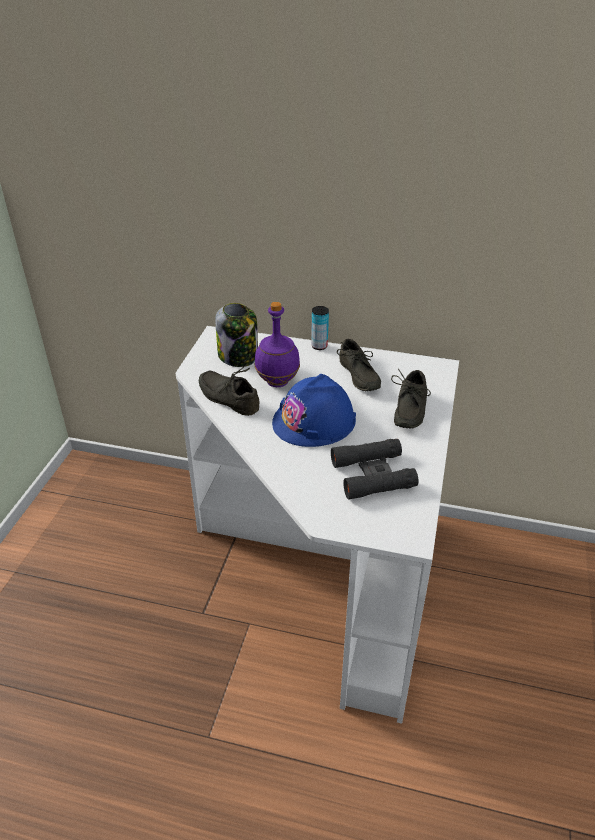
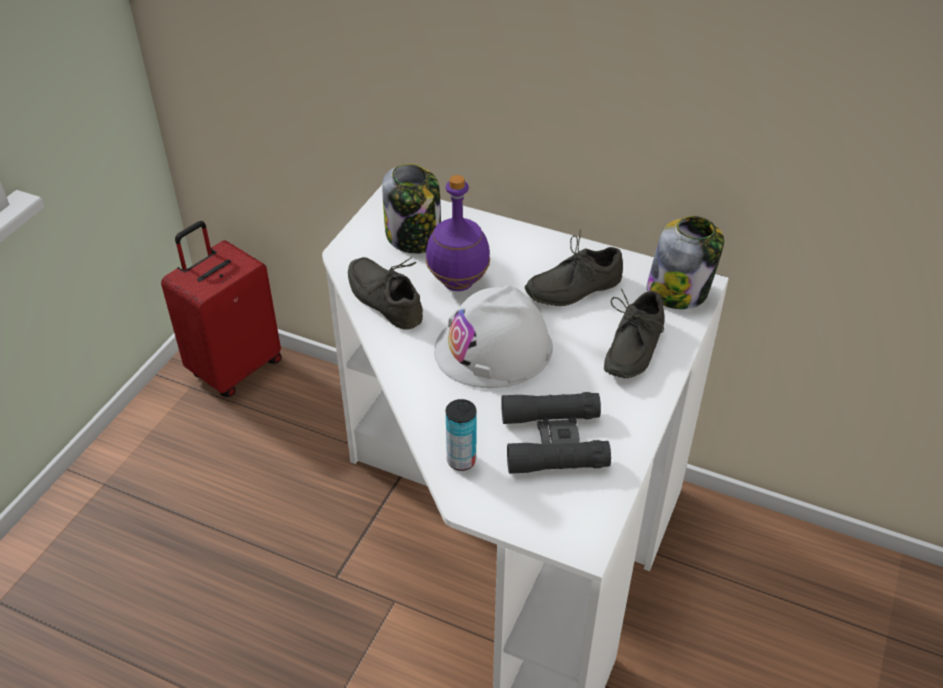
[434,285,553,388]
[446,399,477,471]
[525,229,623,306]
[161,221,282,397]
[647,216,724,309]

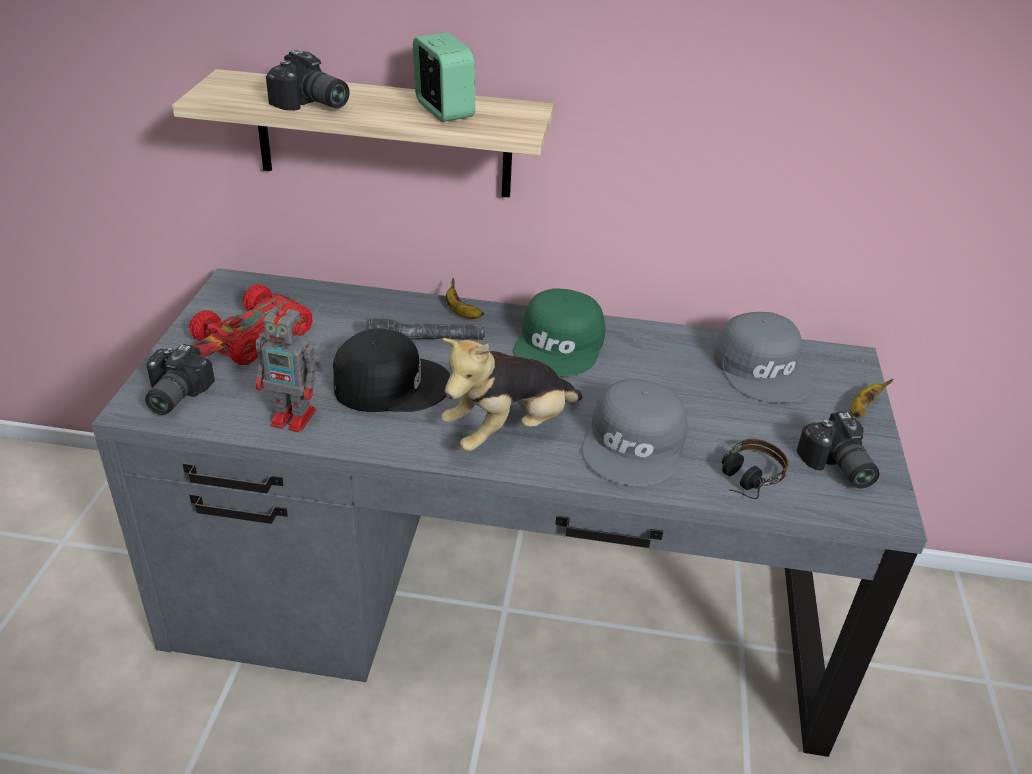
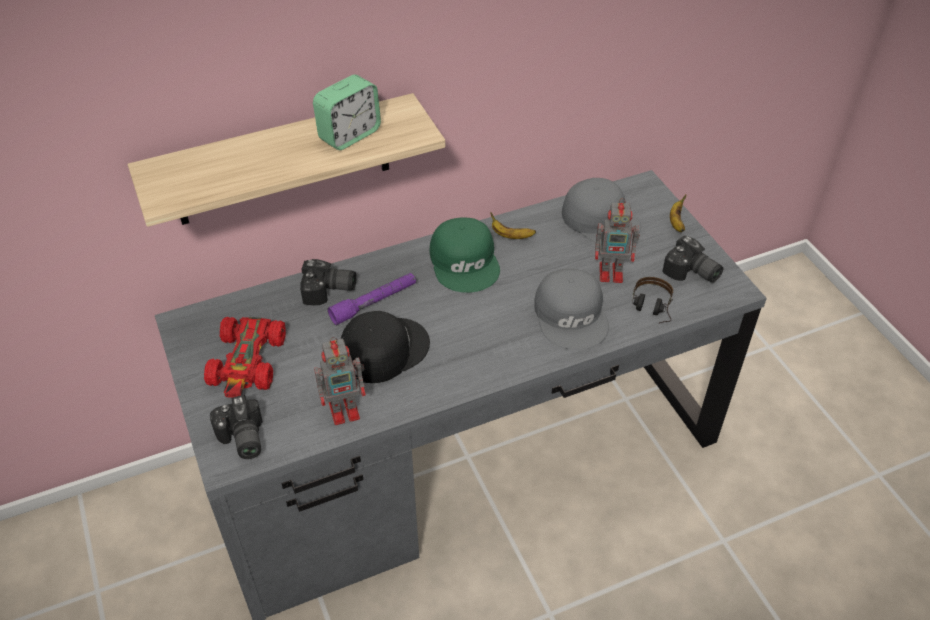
[300,259,356,305]
[328,273,416,325]
[313,75,381,150]
[441,338,582,452] (first image)
[490,212,536,239]
[595,198,640,283]

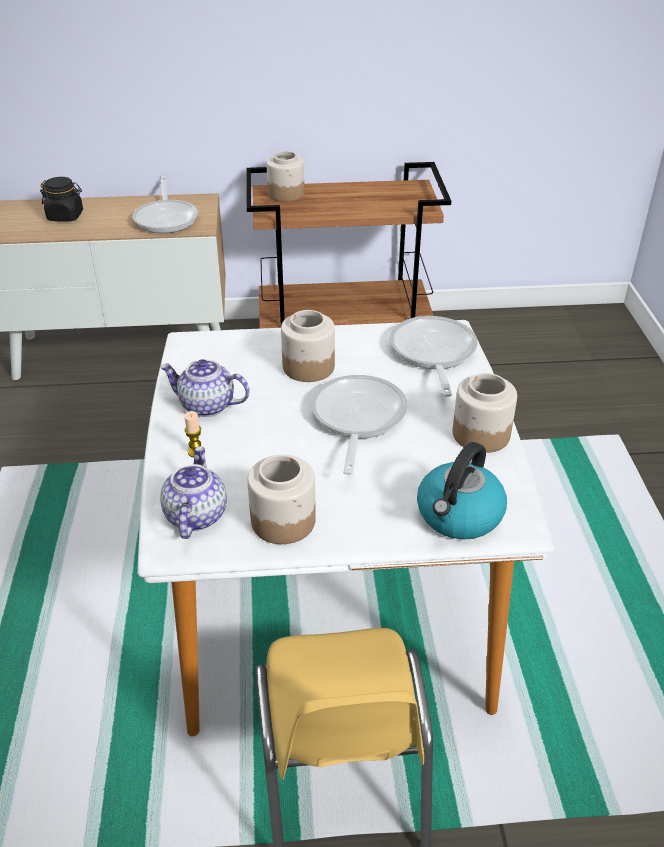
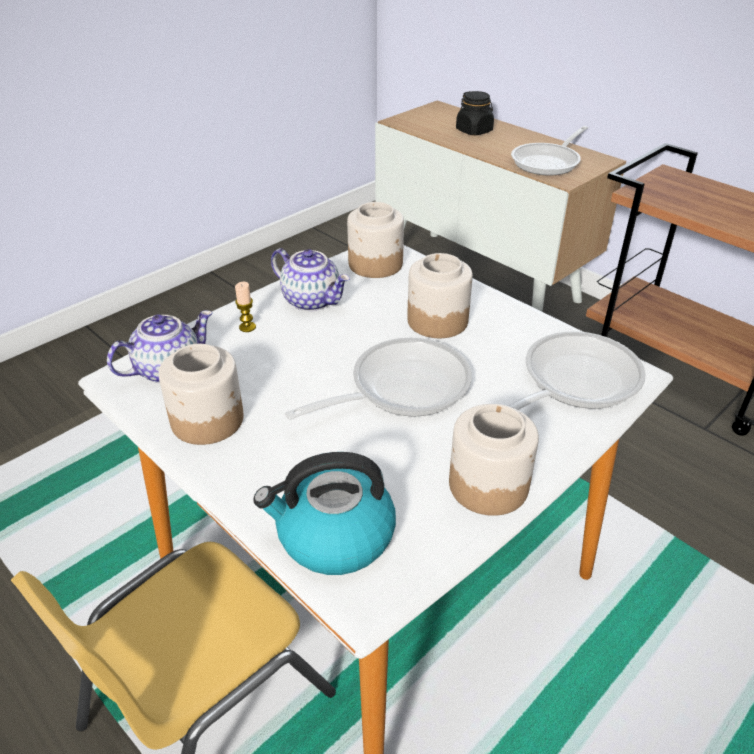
[271,248,350,311]
[347,202,404,278]

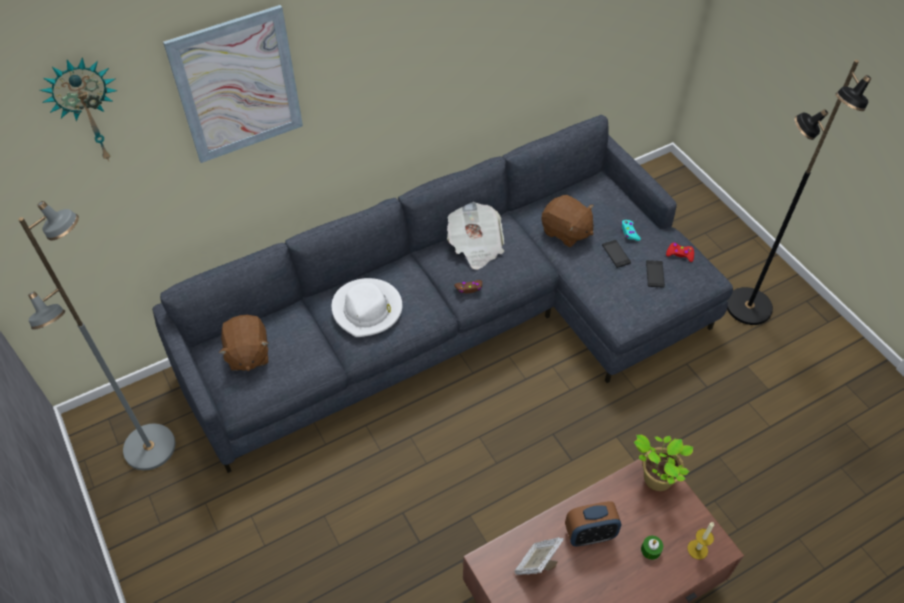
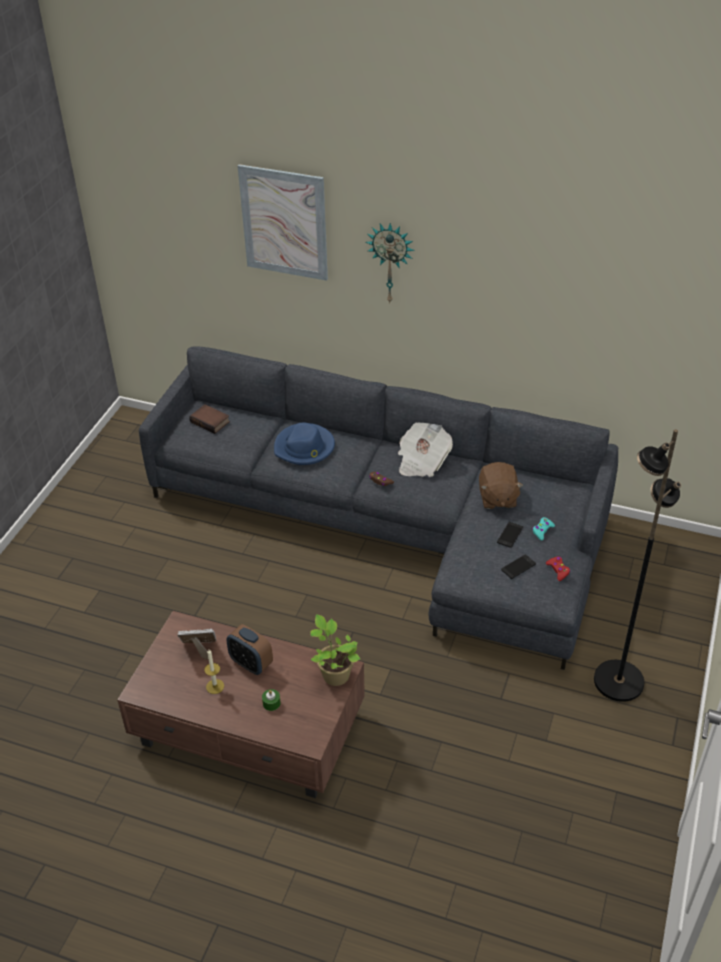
[18,201,175,470] (first image)
[366,223,415,304]
[189,404,230,434]
[274,422,335,465]
[204,650,224,694]

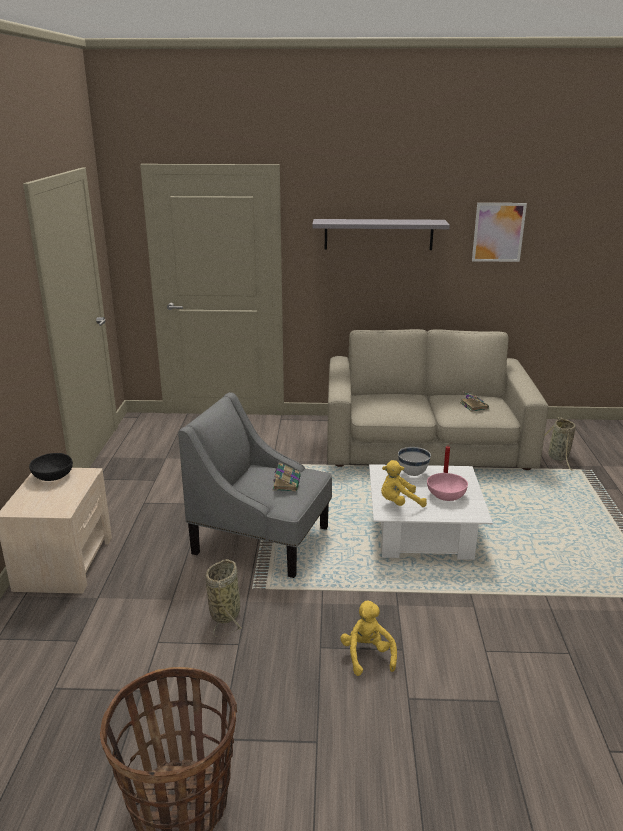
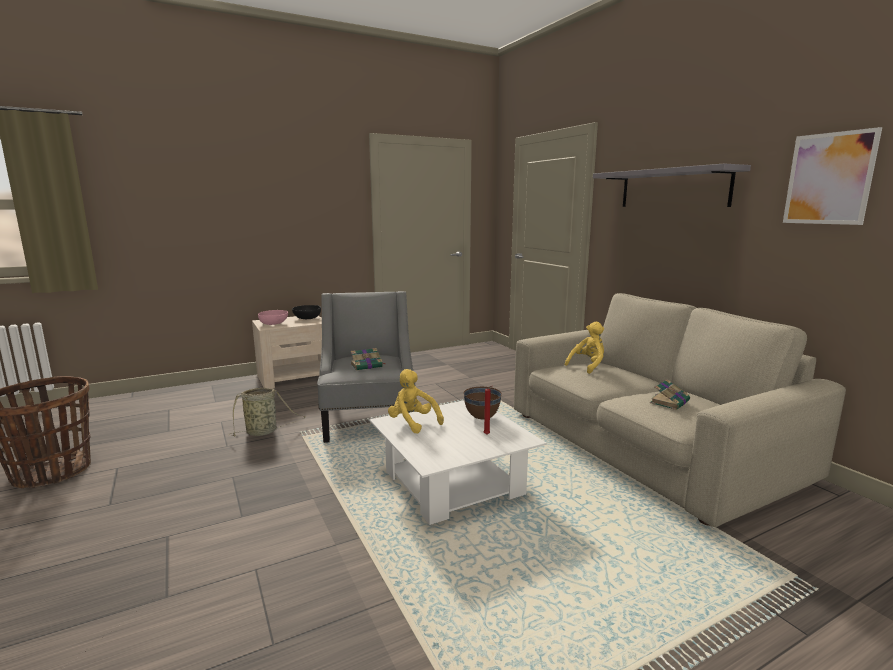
[565,322,604,374]
[464,387,502,419]
[258,310,288,325]
[544,417,576,471] (first image)

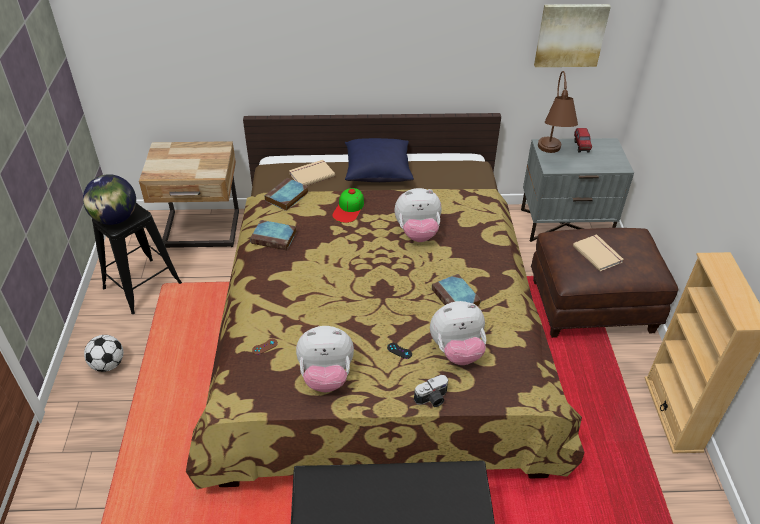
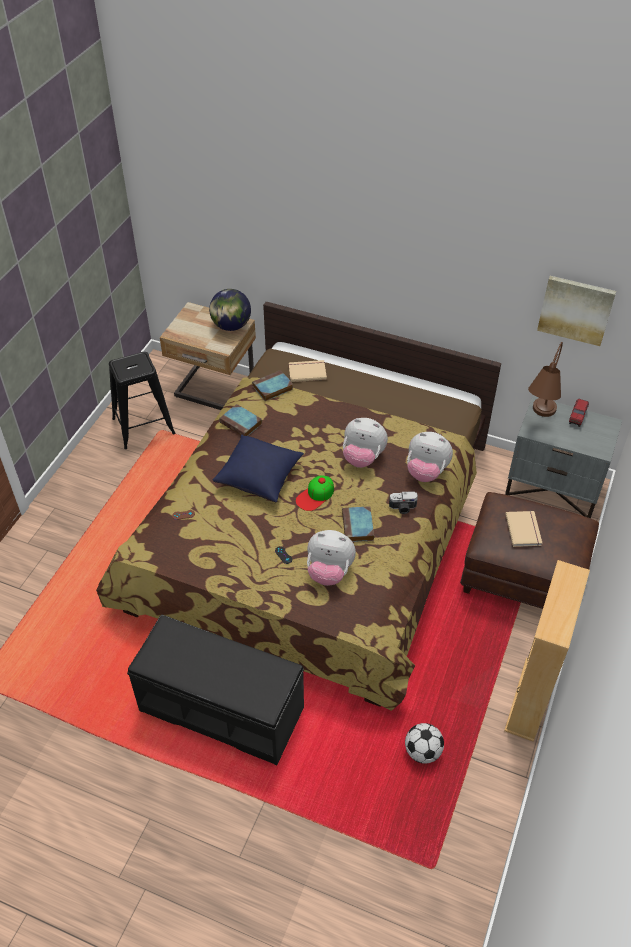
[209,289,251,331]
[405,723,444,764]
[407,432,453,482]
[296,475,334,511]
[212,435,304,502]
[389,491,418,514]

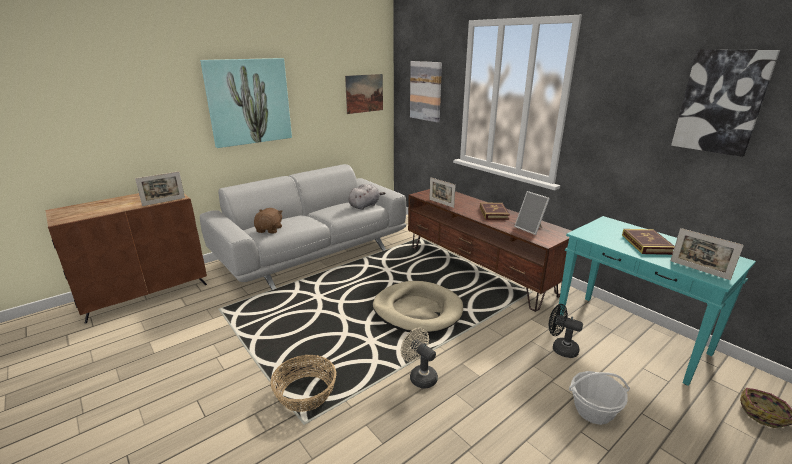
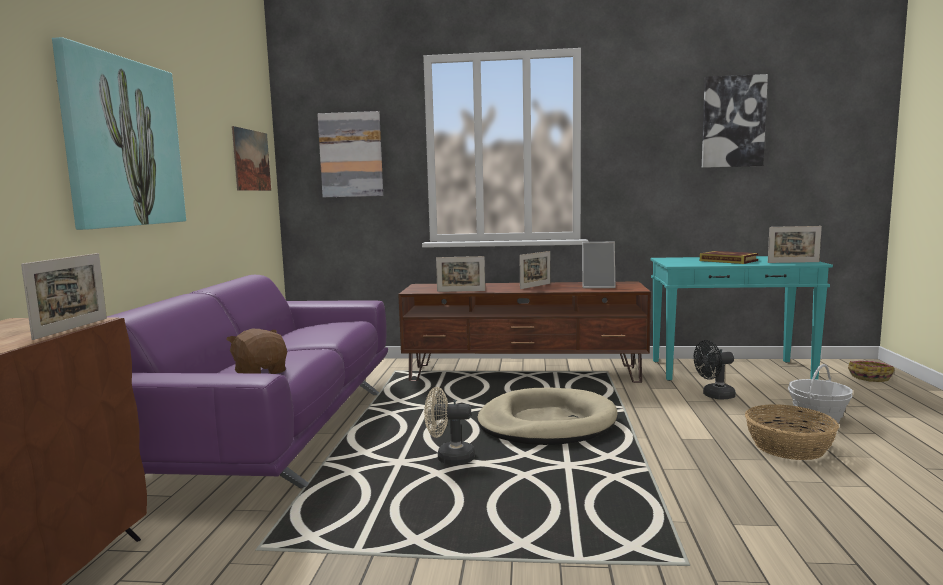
[107,275,388,489]
[745,405,839,460]
[348,184,386,210] (first image)
[424,387,475,465]
[519,251,550,289]

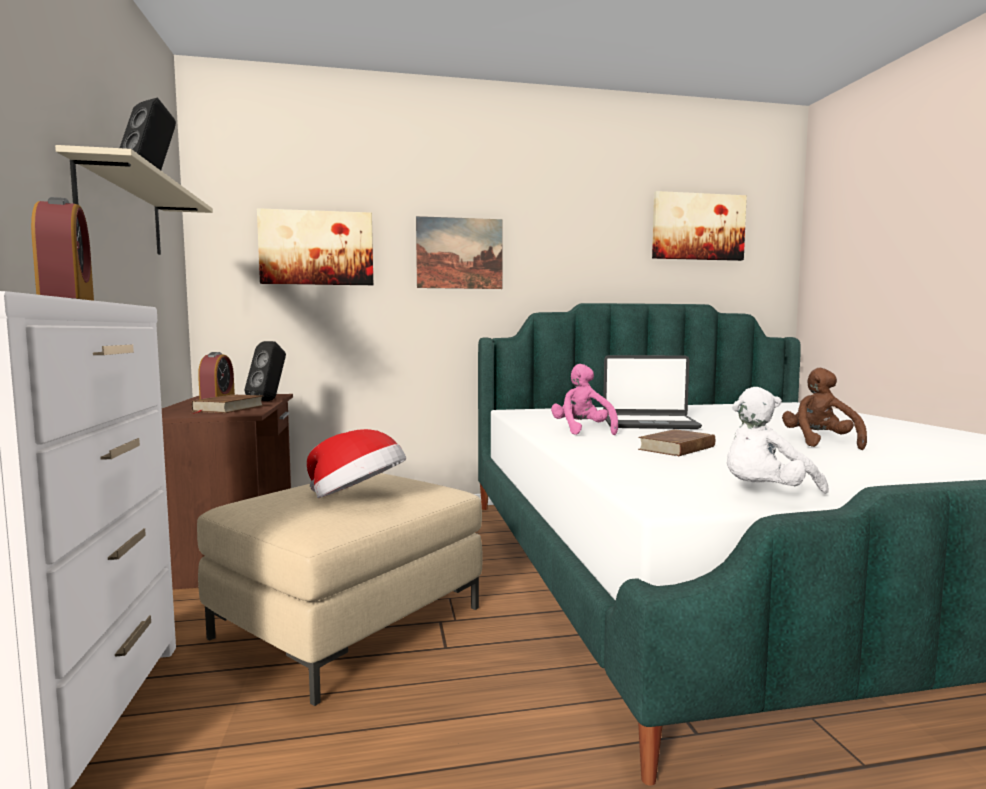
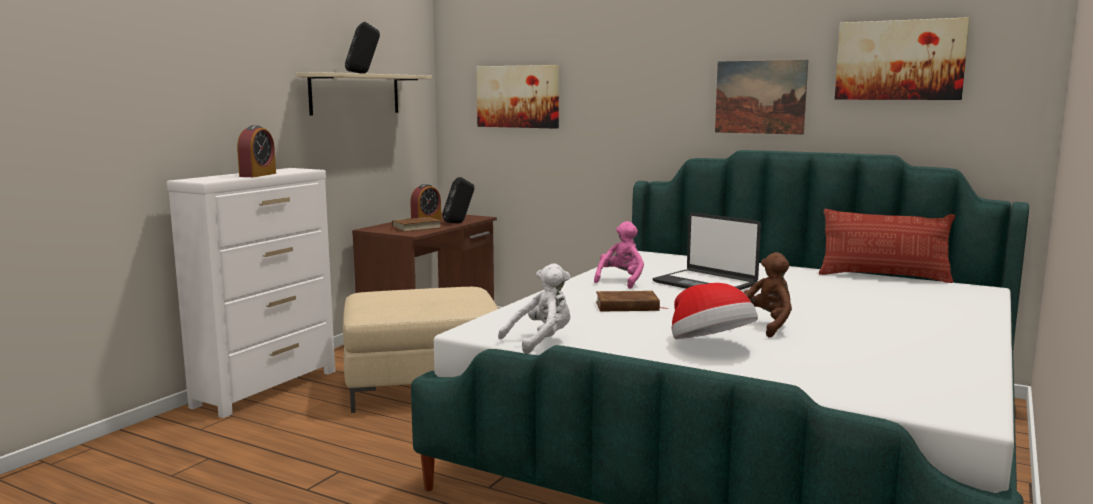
[671,283,758,339]
[715,60,808,135]
[498,263,571,354]
[819,209,955,283]

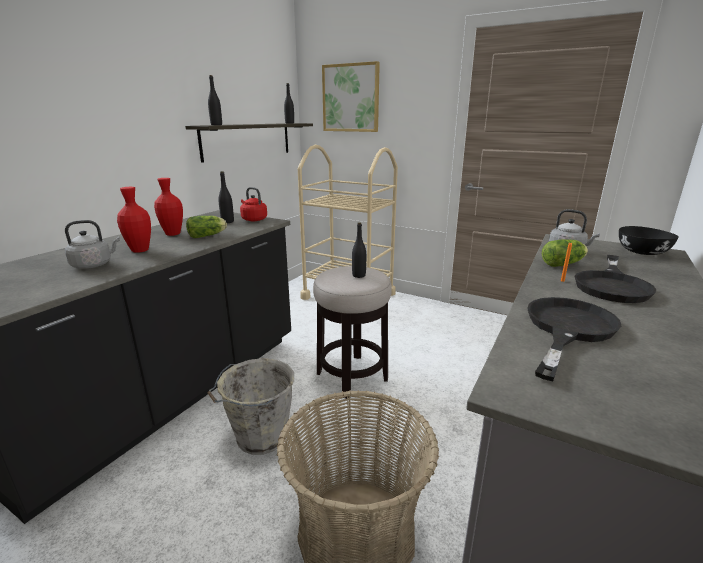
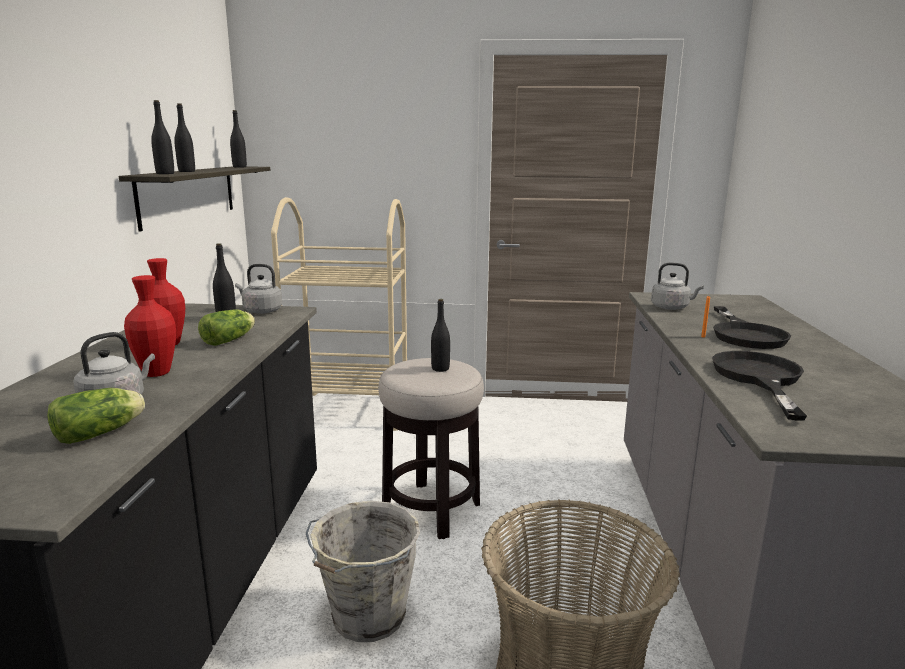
[235,264,282,314]
[322,61,380,132] (first image)
[47,388,145,444]
[619,226,679,255] (first image)
[174,103,195,172]

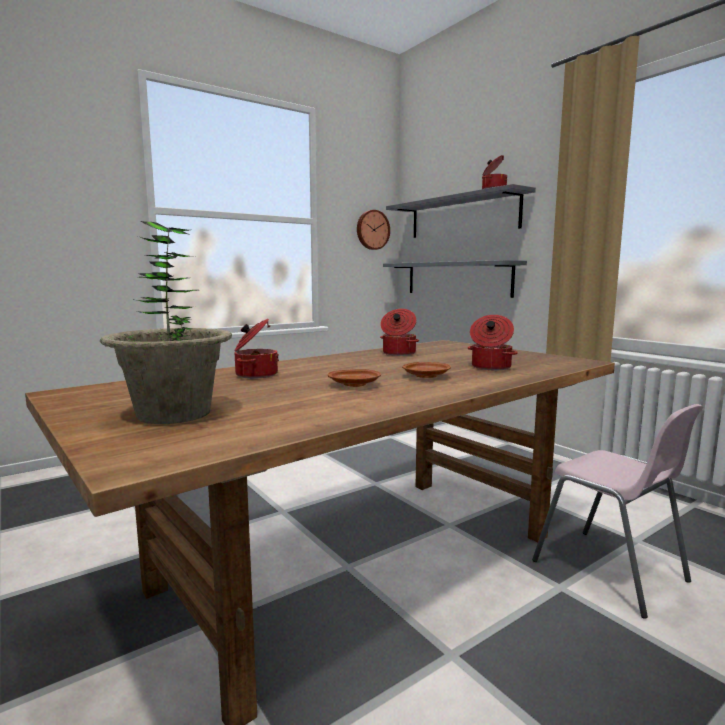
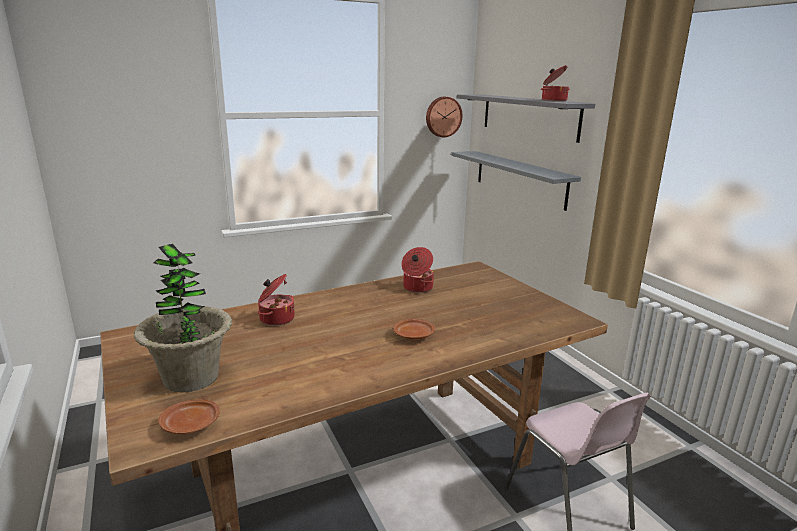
[158,399,220,434]
[468,315,518,370] (first image)

